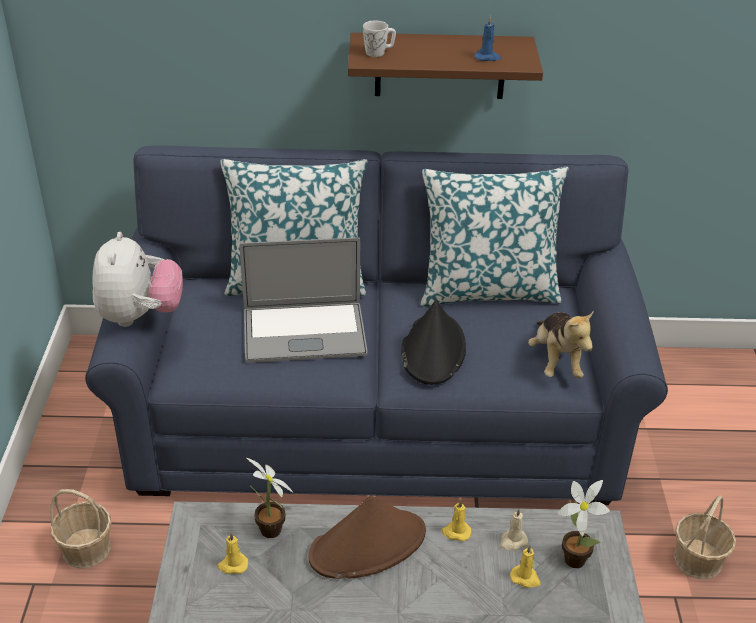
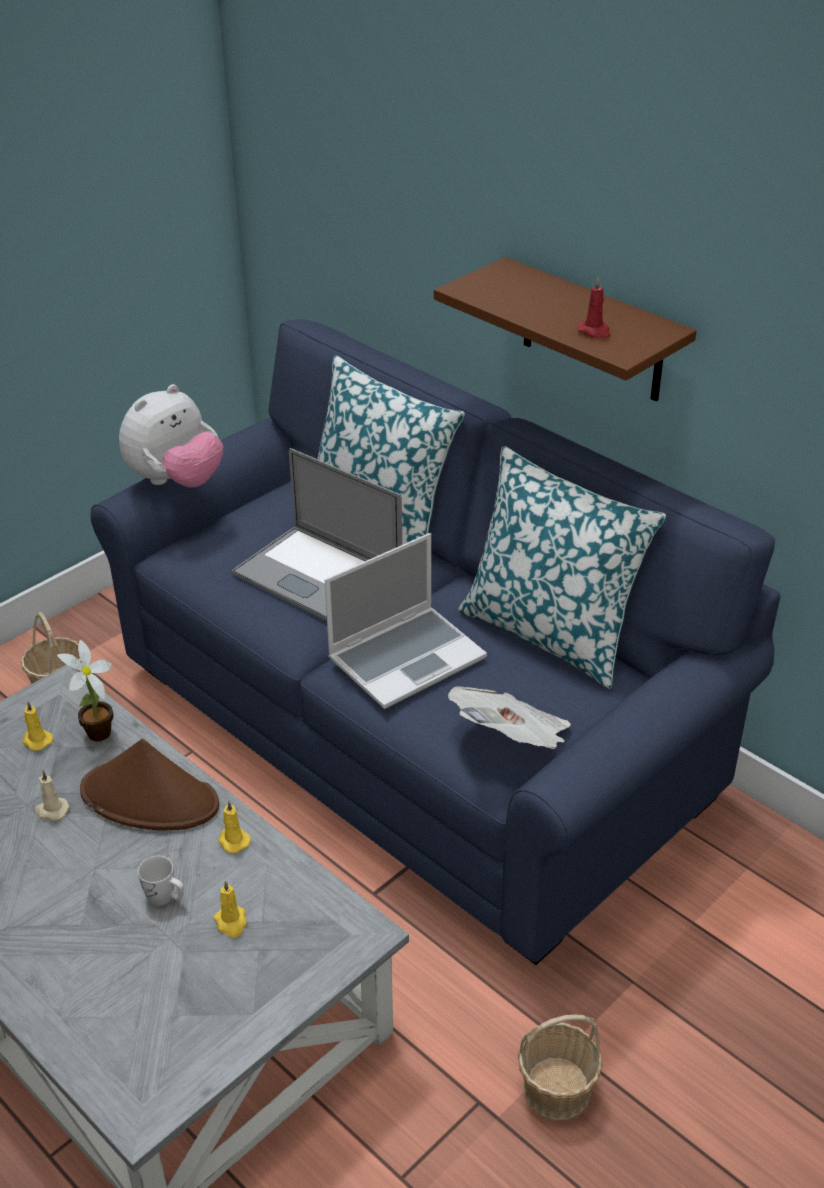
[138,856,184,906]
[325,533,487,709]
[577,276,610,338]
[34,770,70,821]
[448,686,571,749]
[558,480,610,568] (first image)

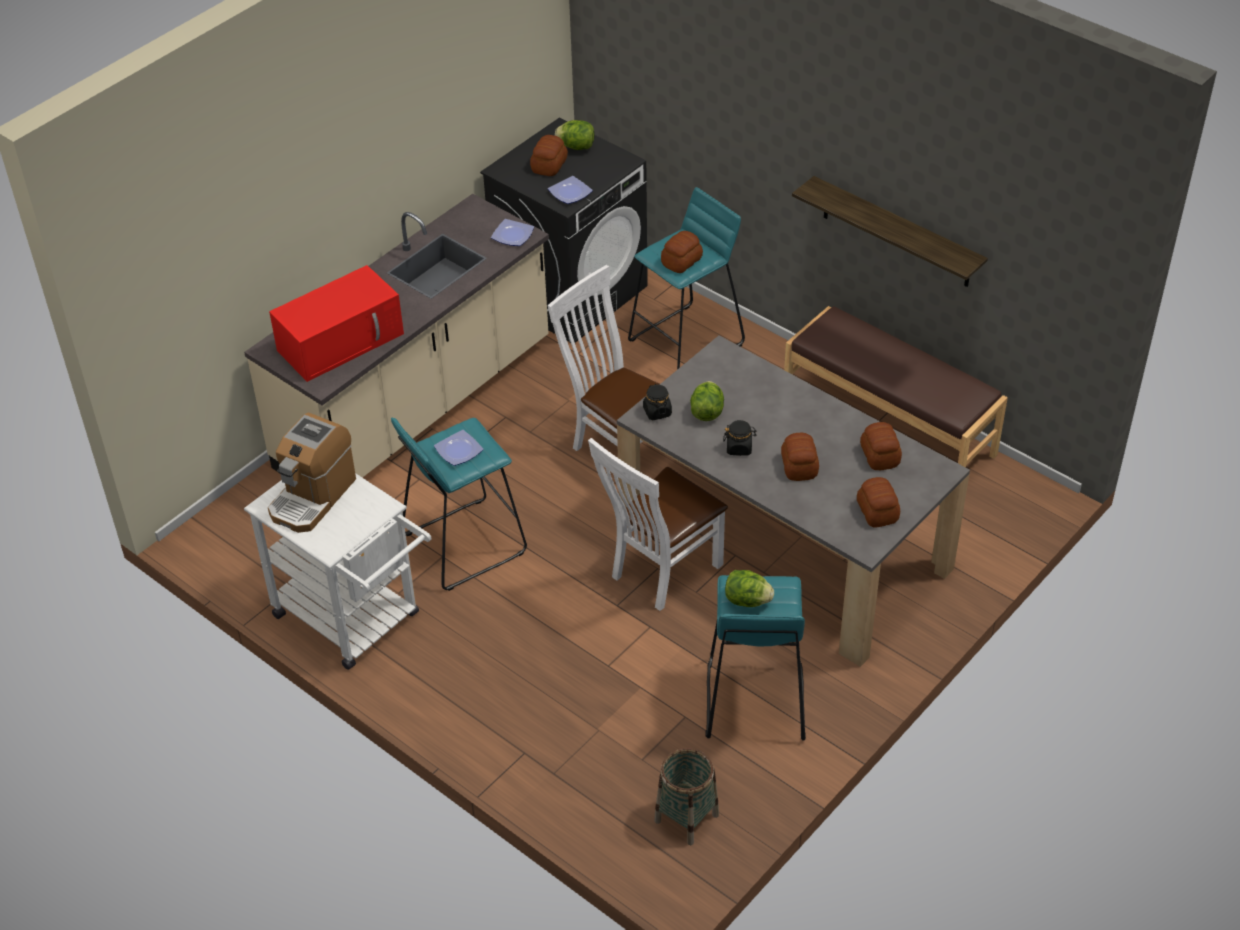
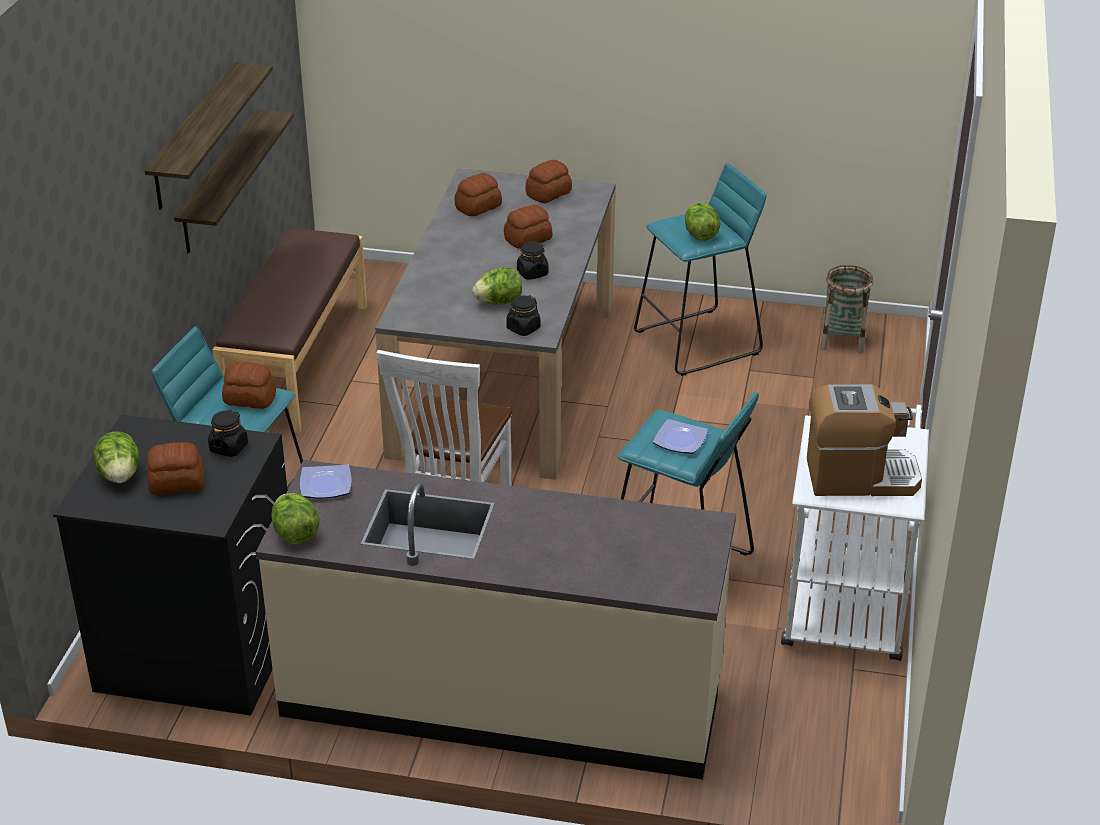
[269,265,404,382] (first image)
[208,410,248,457]
[588,438,728,611] (first image)
[145,63,273,210]
[271,493,320,545]

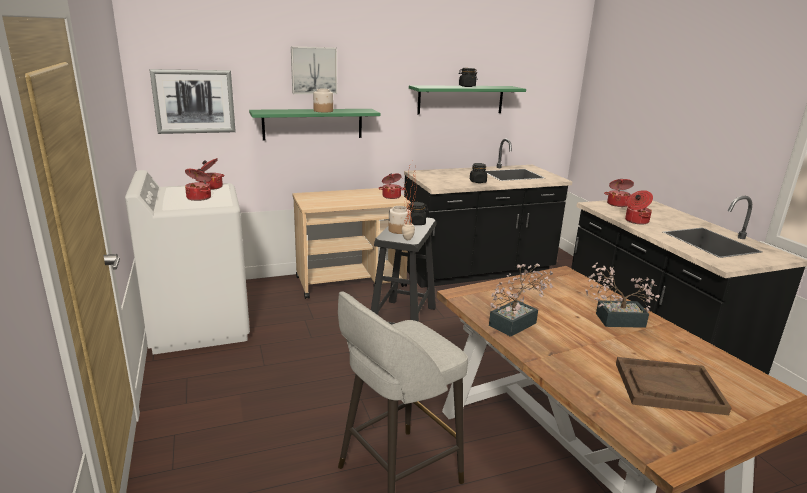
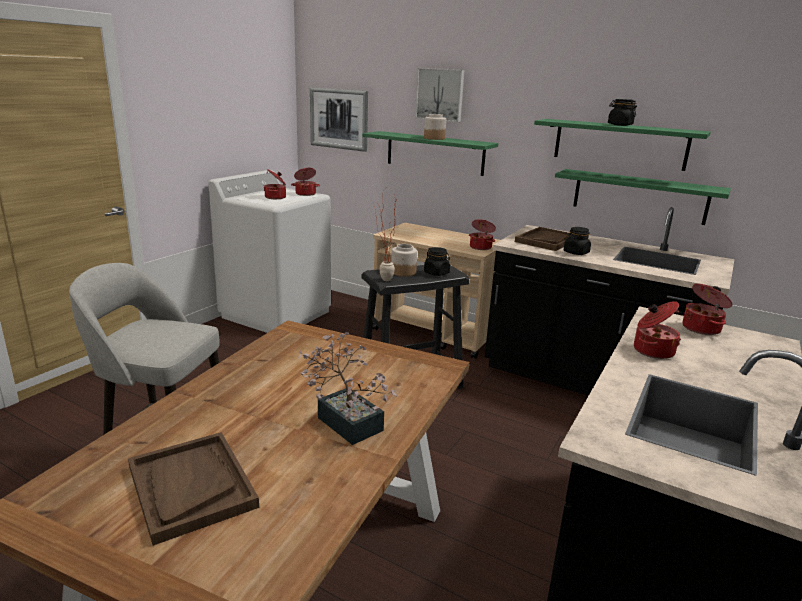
[489,263,553,337] (first image)
[515,227,570,251]
[555,169,731,225]

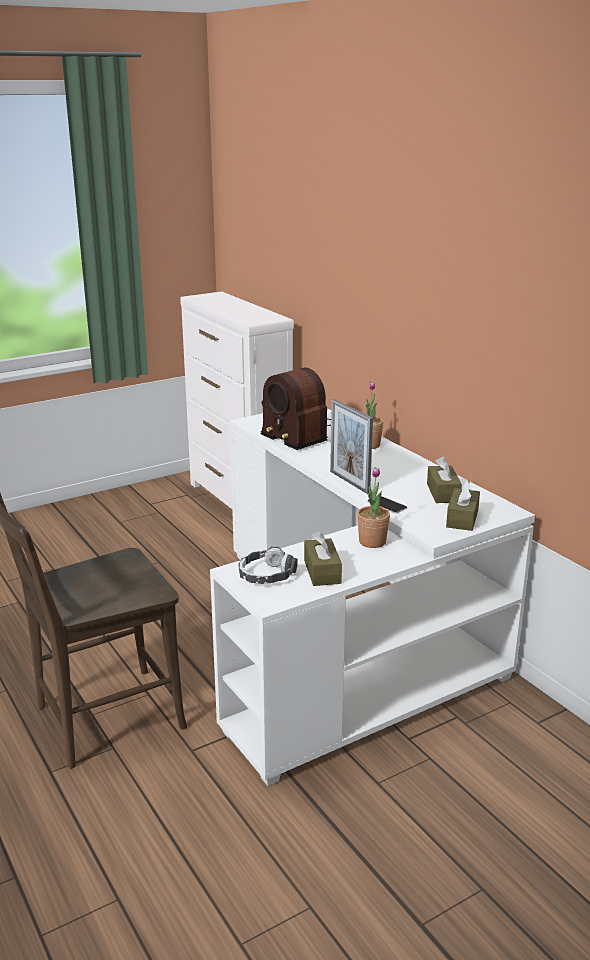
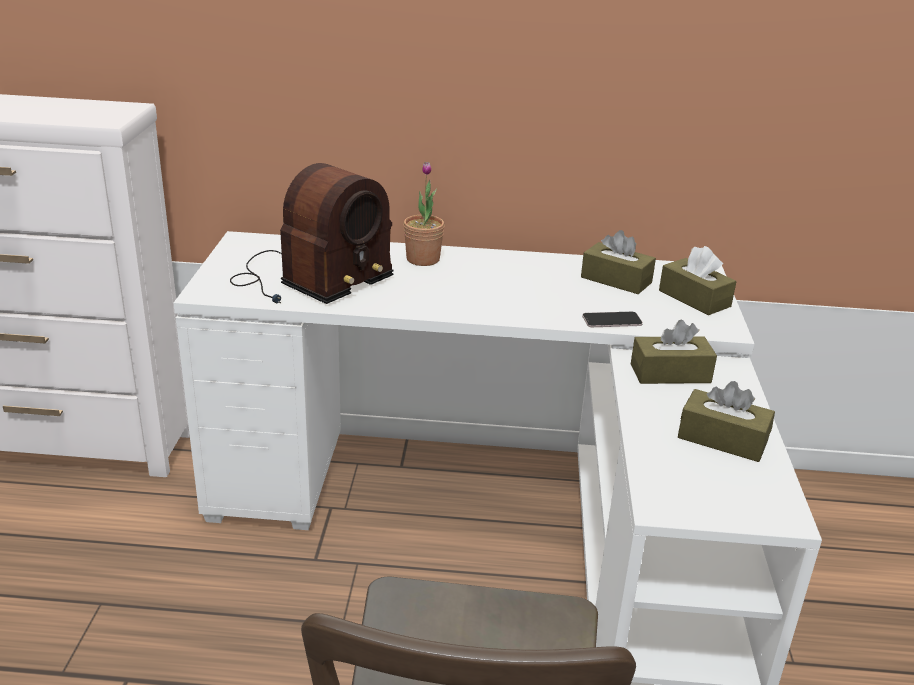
[239,547,298,584] (first image)
[230,163,394,304]
[330,399,373,494] (first image)
[631,320,717,384]

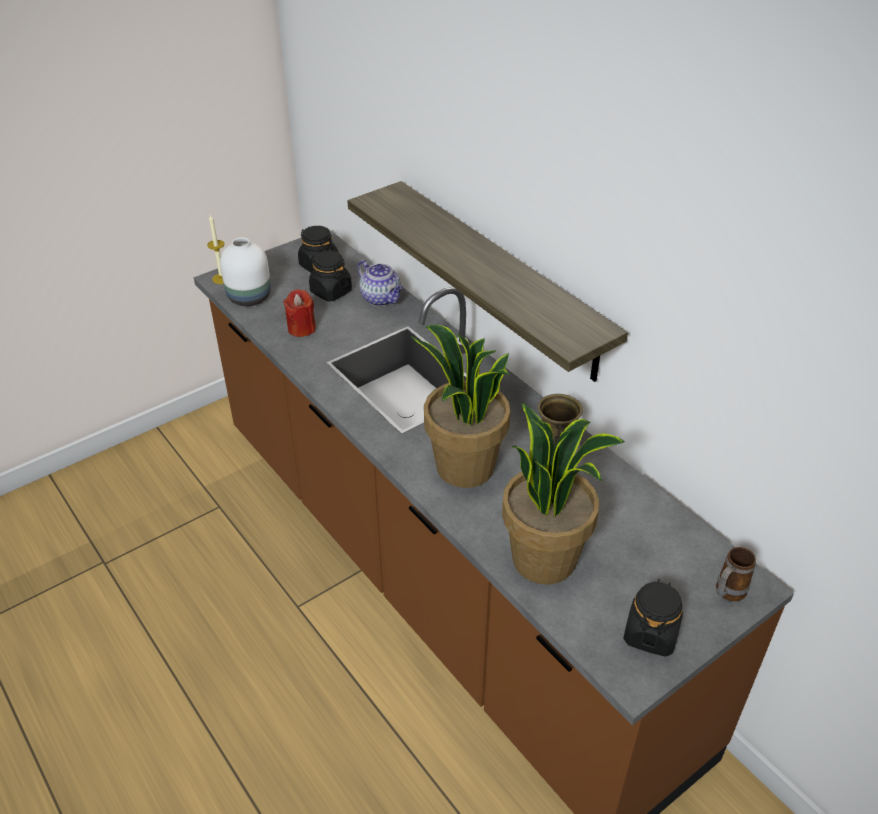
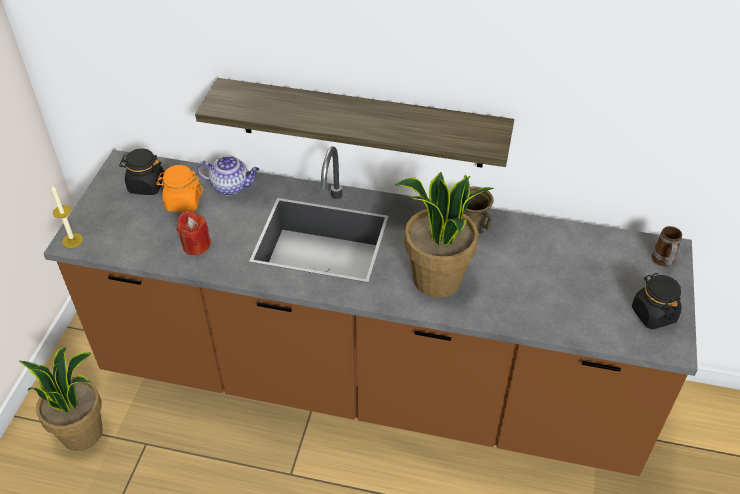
[220,237,271,306] (first image)
[156,165,203,212]
[19,347,102,451]

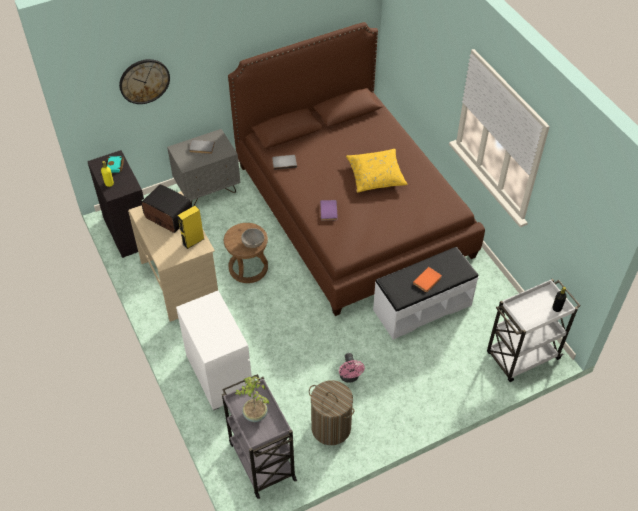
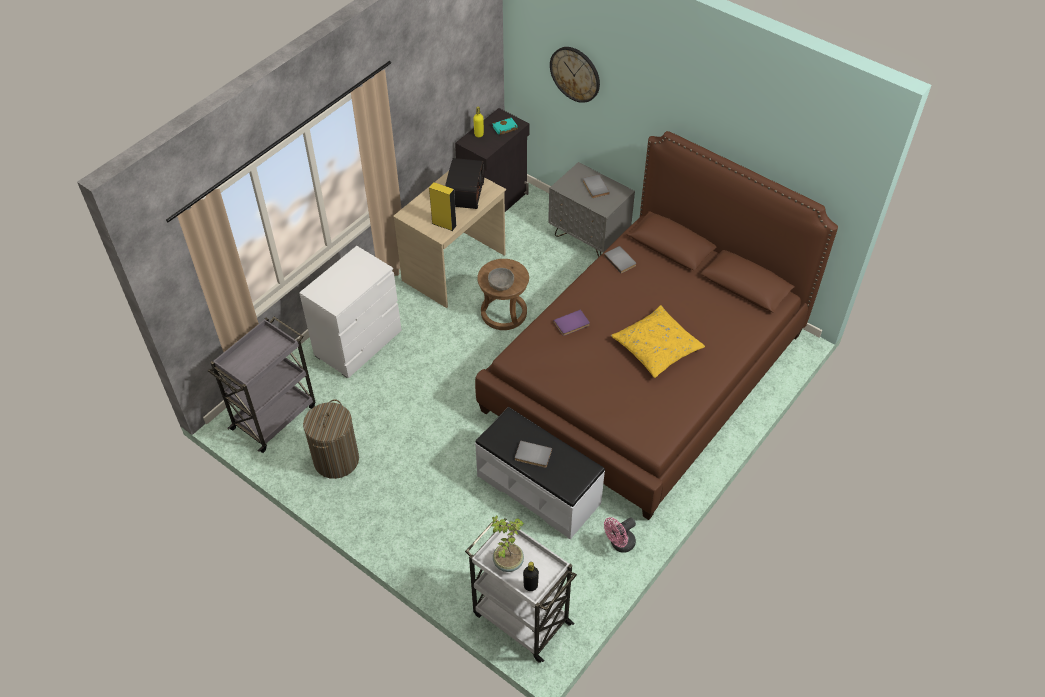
[491,516,524,572]
[604,517,636,553]
[515,441,552,468]

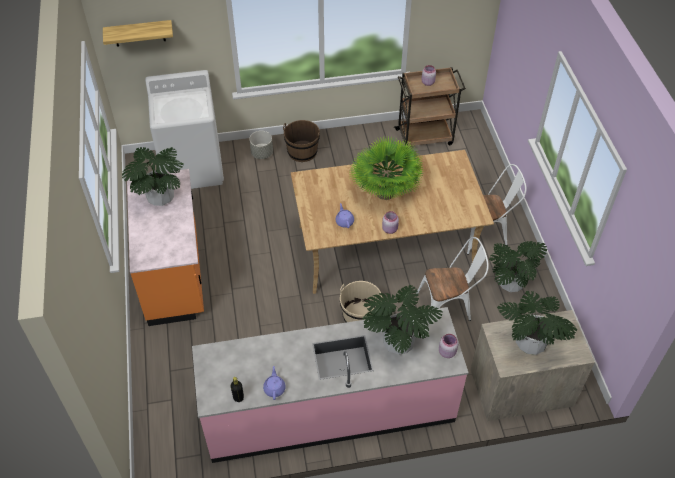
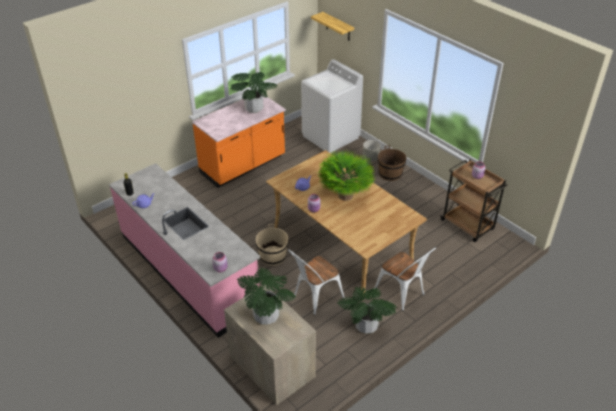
[362,285,443,355] (first image)
[288,249,344,315]

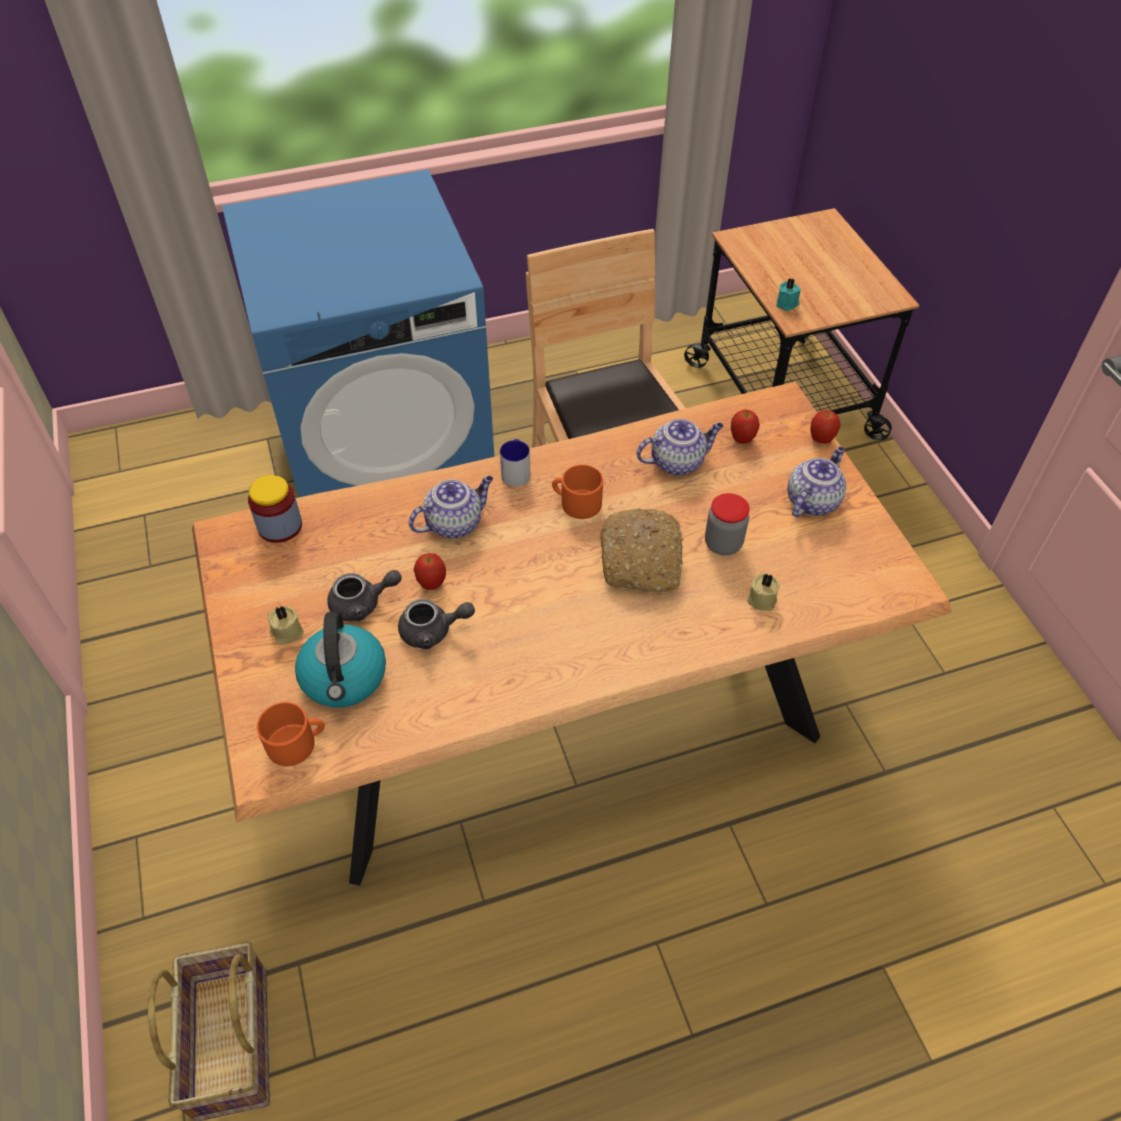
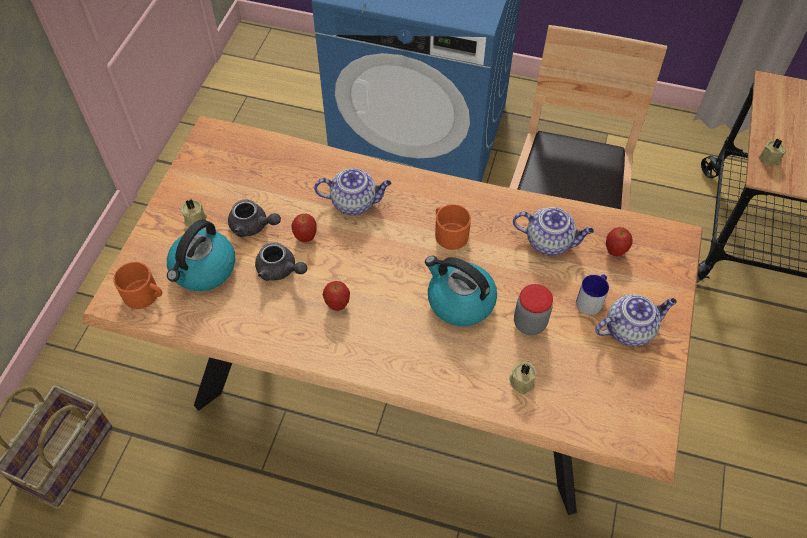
[248,475,302,543] (first image)
[576,274,609,315]
[425,256,497,326]
[758,138,786,166]
[323,281,350,311]

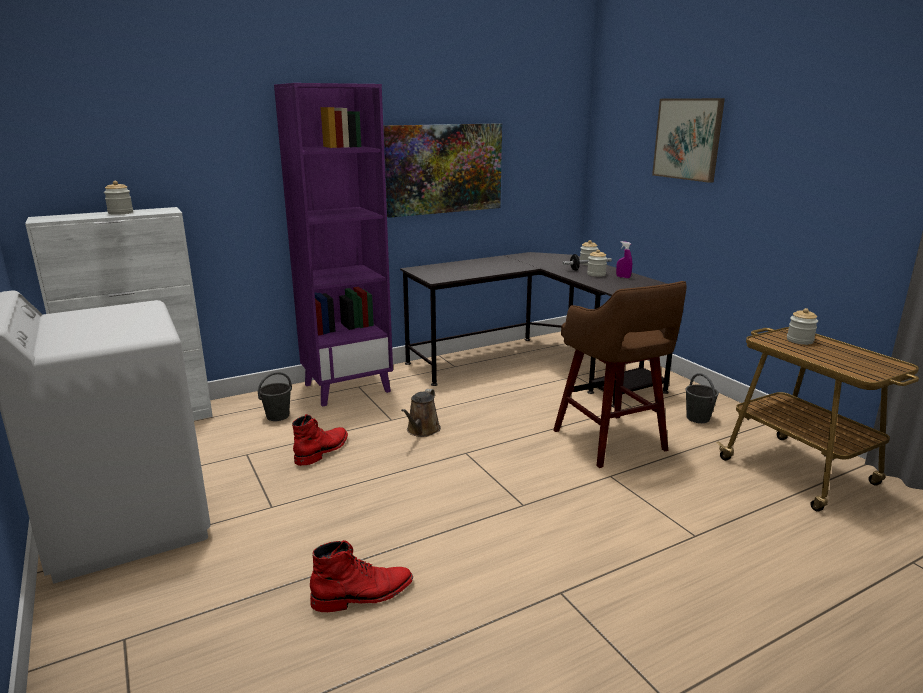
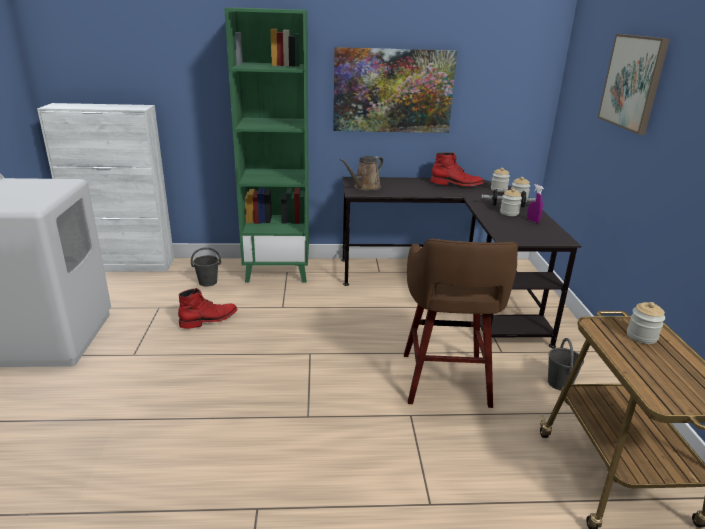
[491,168,510,192]
[224,8,309,282]
[430,152,484,186]
[340,156,384,191]

